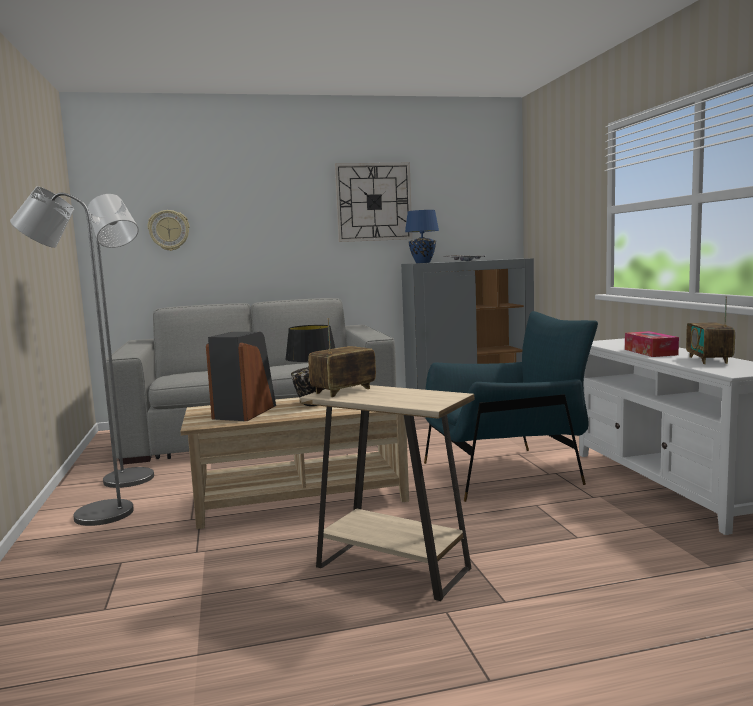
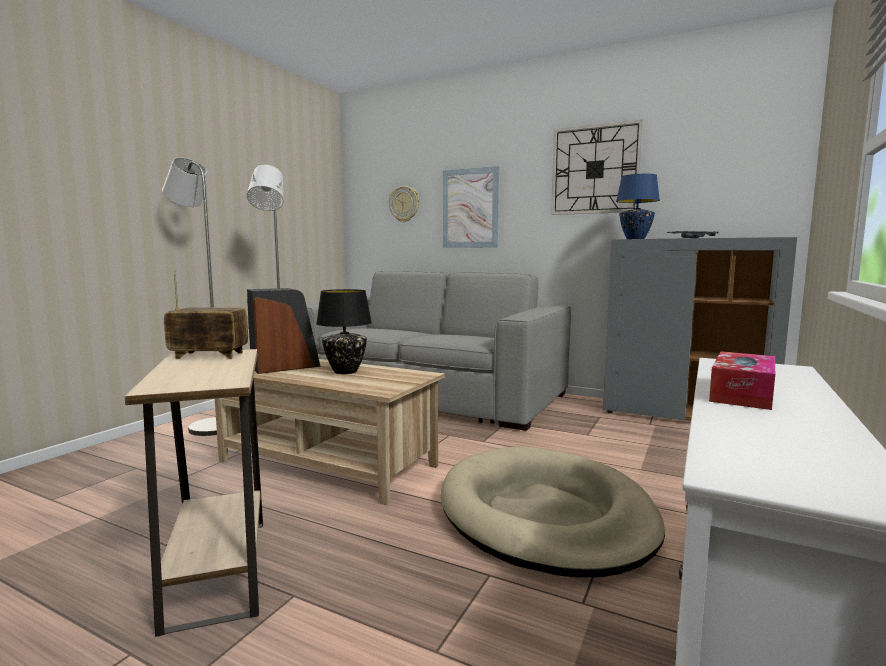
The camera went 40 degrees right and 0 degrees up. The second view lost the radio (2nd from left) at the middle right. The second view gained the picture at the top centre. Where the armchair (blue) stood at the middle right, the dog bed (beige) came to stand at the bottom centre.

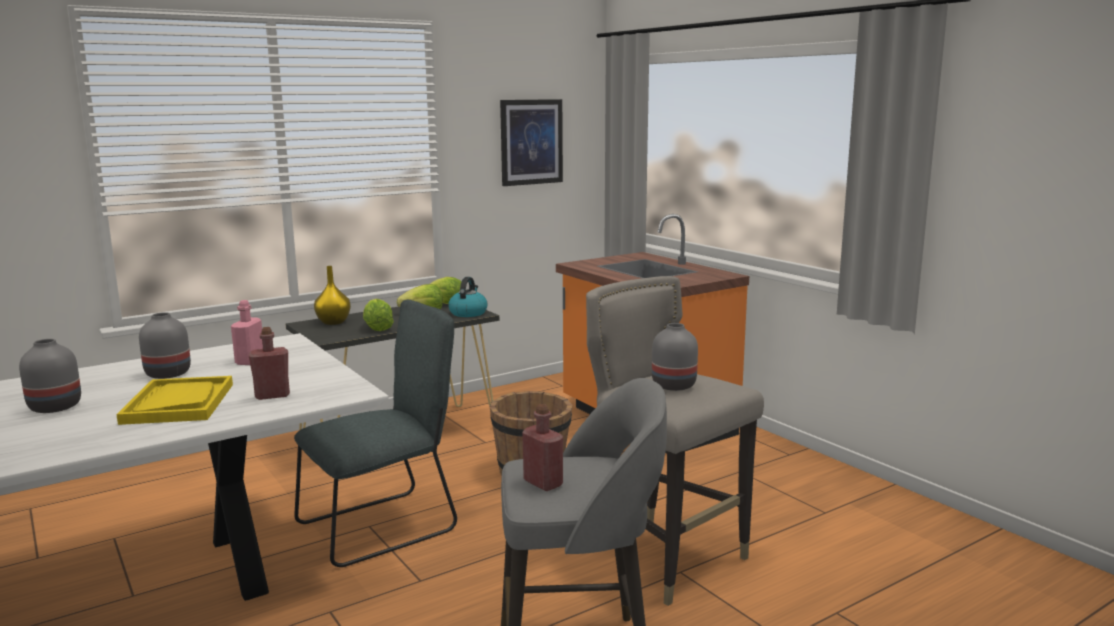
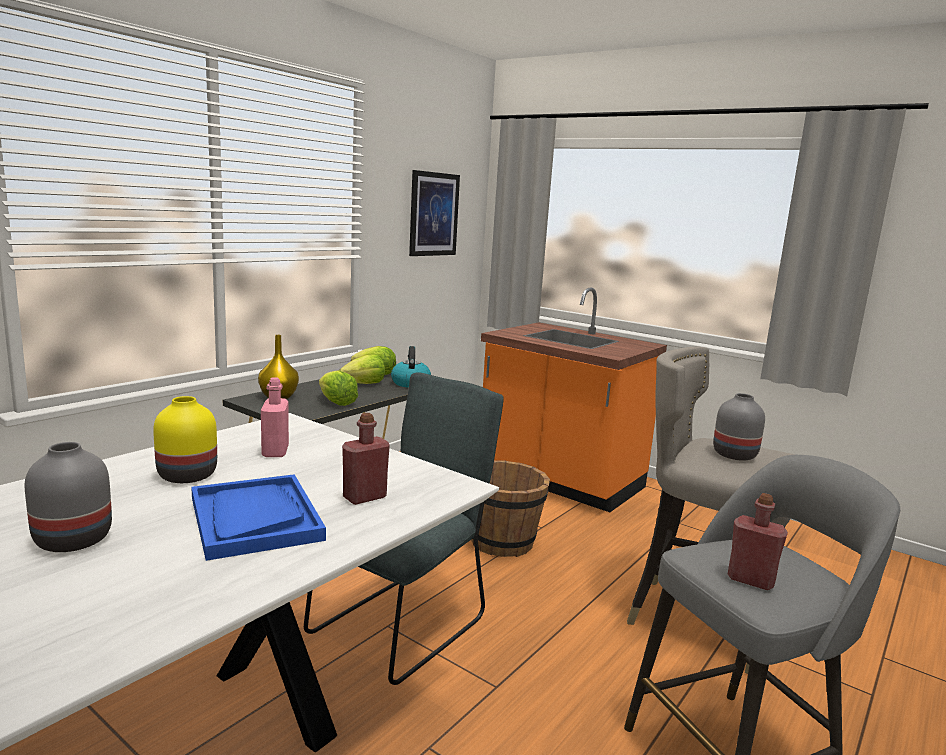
The camera went 20 degrees left and 0 degrees up. What was the tray (yellow) at the middle left turned into the tray (blue) at the bottom left. What was the vase (grey) (2nd from left) at the middle left turned into the vase (yellow) (1st from left) at the middle left.

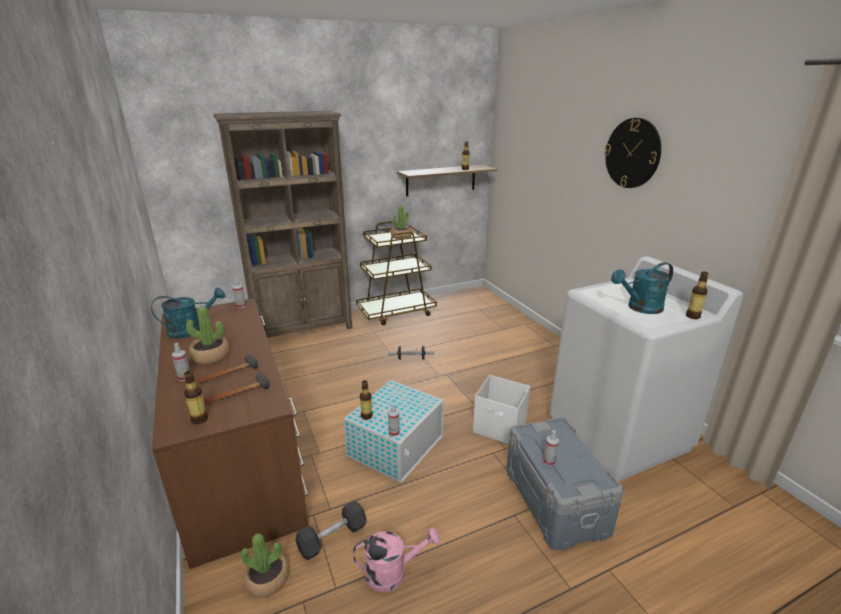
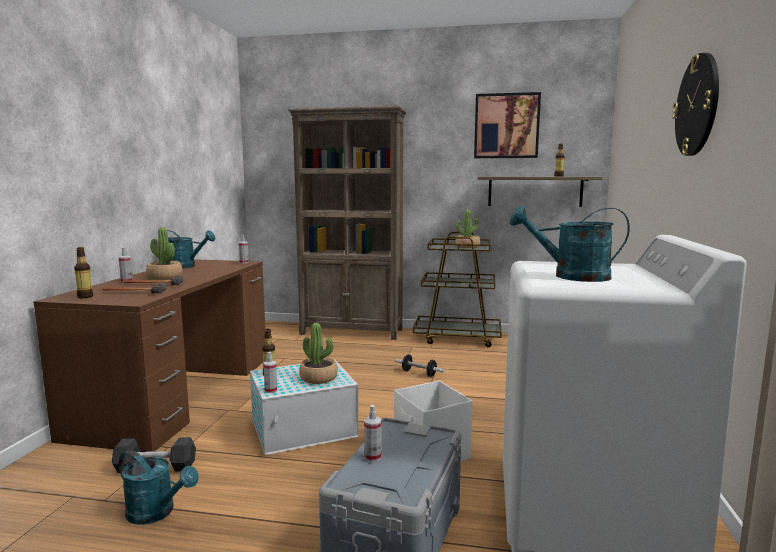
The camera went 35 degrees right and 15 degrees down. The second view lost the bottle (4th from left) at the middle right. The second view gained the picture at the top centre. The potted plant (2nd from left) ended up elsewhere, having gone from the bottom left to the centre. What was the watering can (pink) at the bottom centre turned into the watering can (turquoise) (1st from left) at the bottom left.

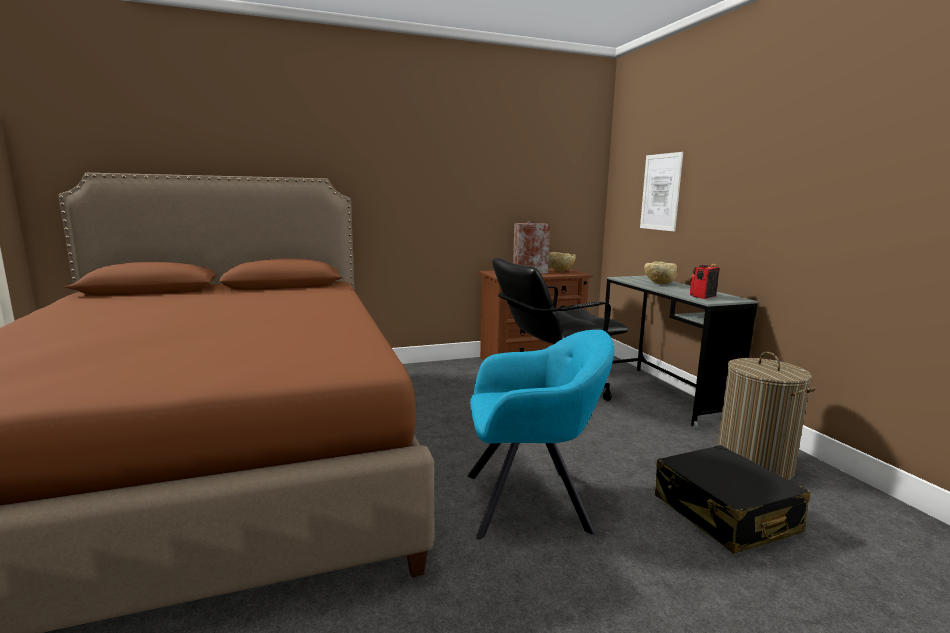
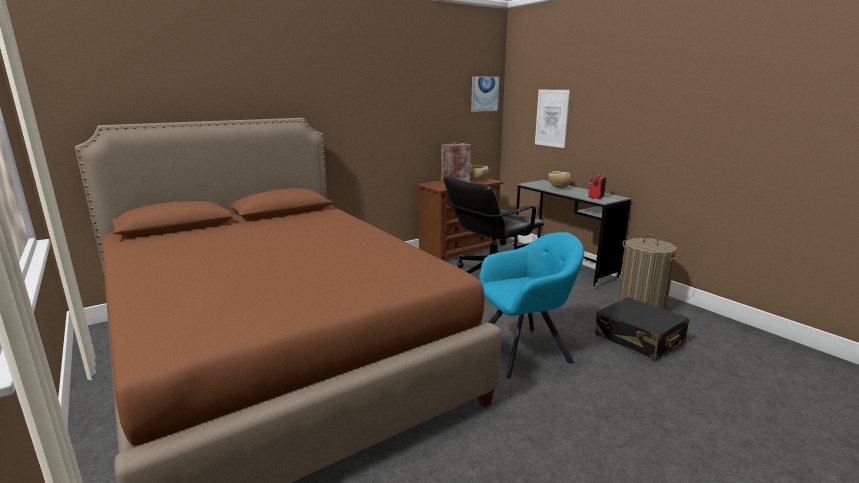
The camera went 15 degrees left and 5 degrees up. The second view gained the picture (1st from left) at the top centre.

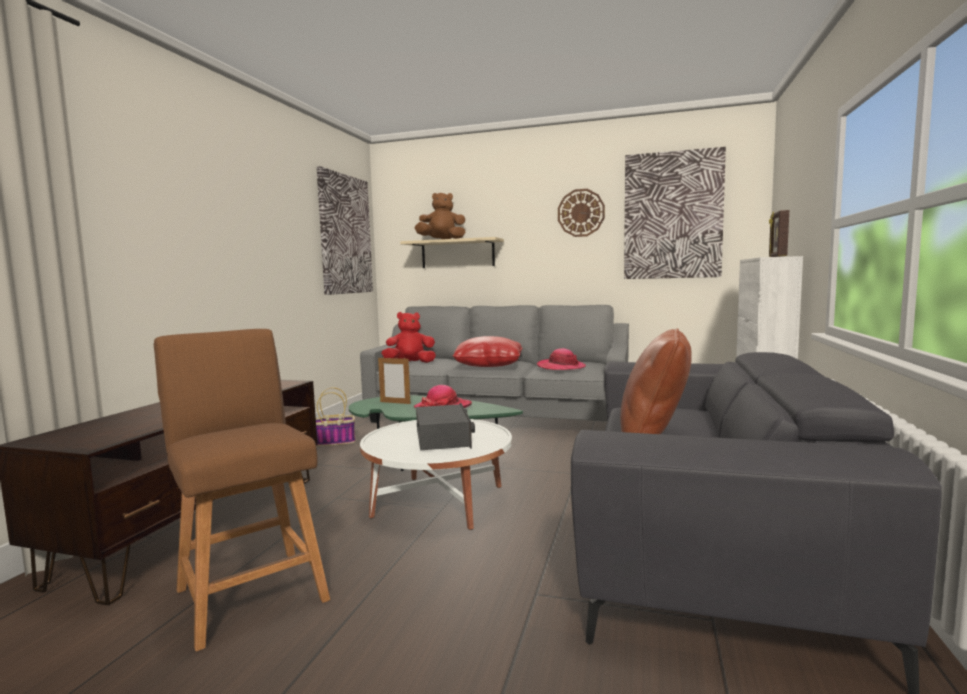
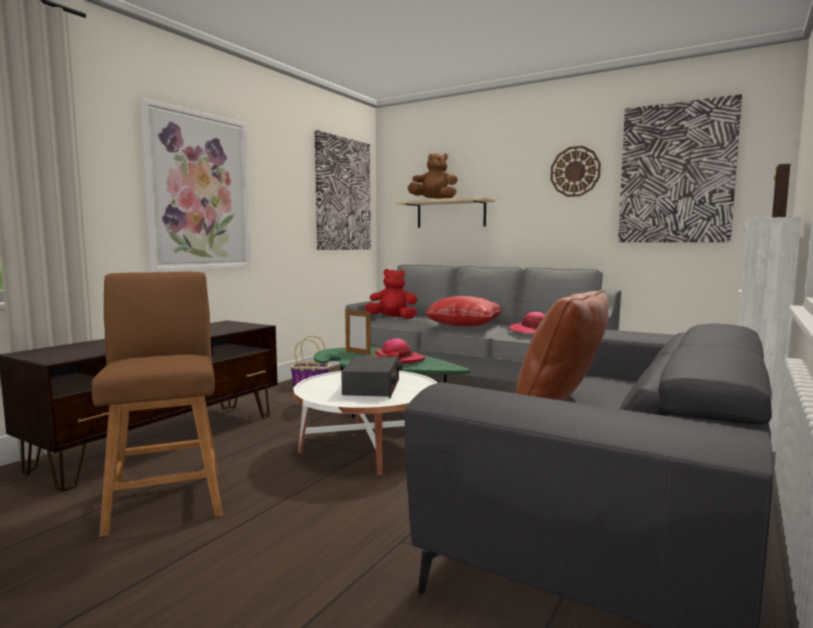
The camera went 15 degrees right and 0 degrees up. The second view gained the picture (1st from left) at the top left.

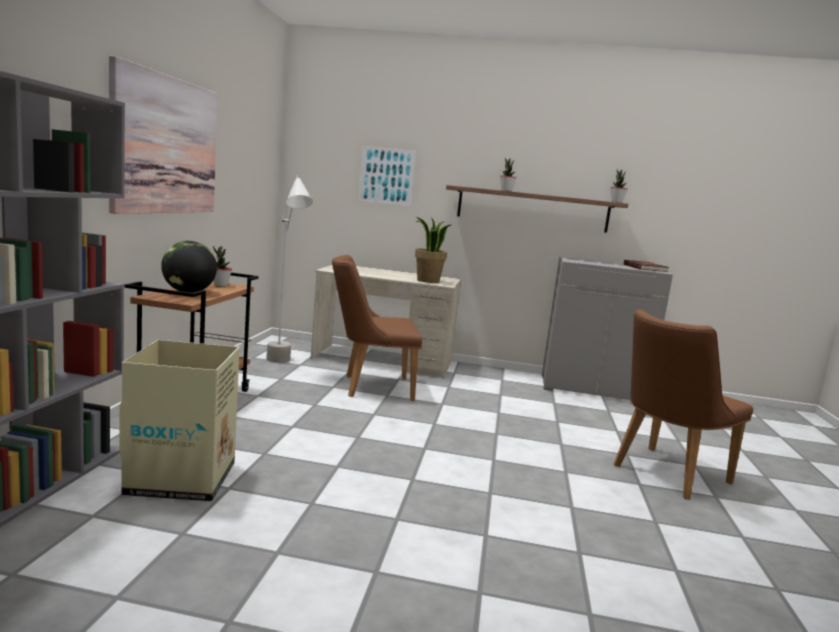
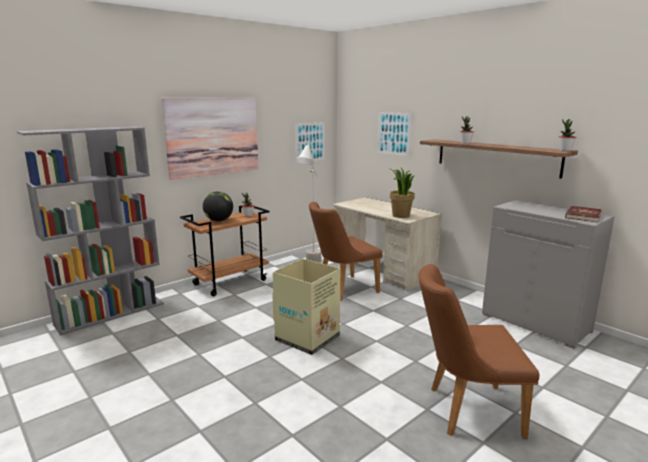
The camera went 40 degrees right and 5 degrees up. The second view gained the picture (2nd from left) at the top centre. The cardboard box ended up elsewhere, having gone from the middle left to the centre. The chair (brown) (1st from left) at the centre ended up facing another way, 60 degrees counterclockwise from before.

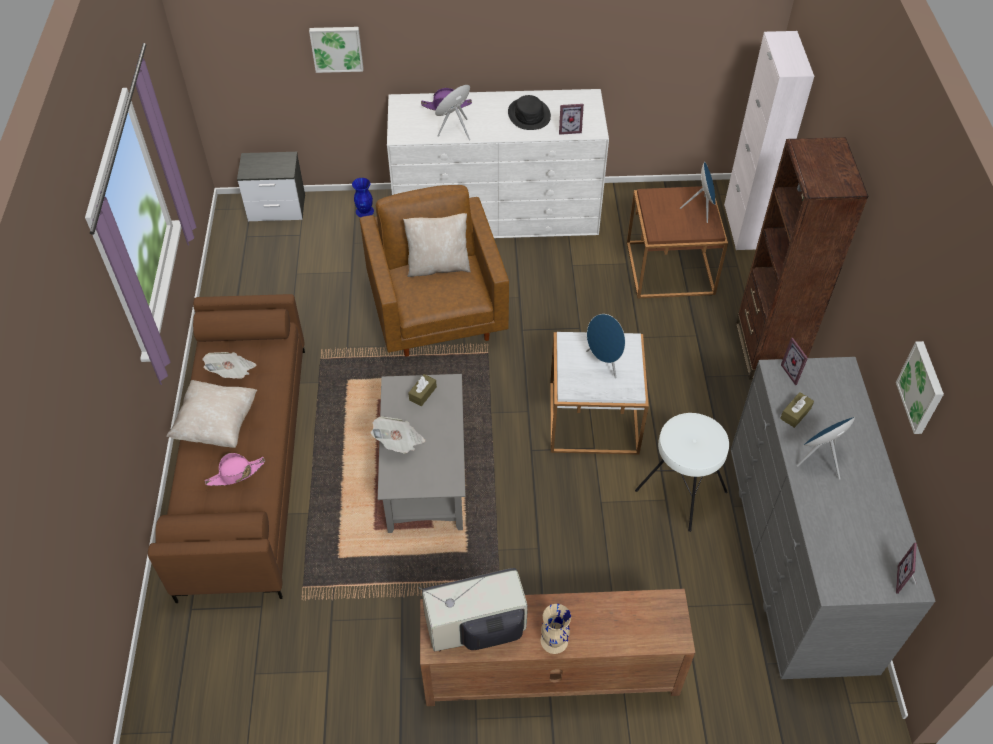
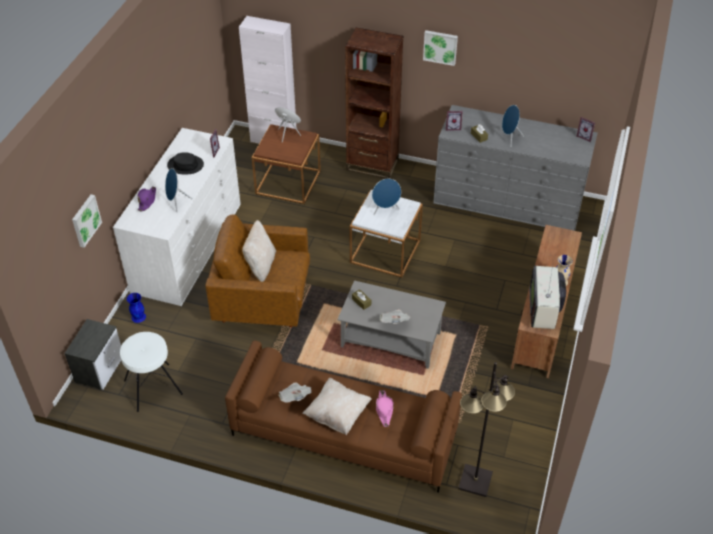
The camera went 70 degrees left and 5 degrees down. The second view gained the floor lamp (black) at the bottom right. The stool (white) ended up elsewhere, having gone from the middle right to the bottom left. The picture (2nd from left) ended up elsewhere, having gone from the middle right to the top centre.

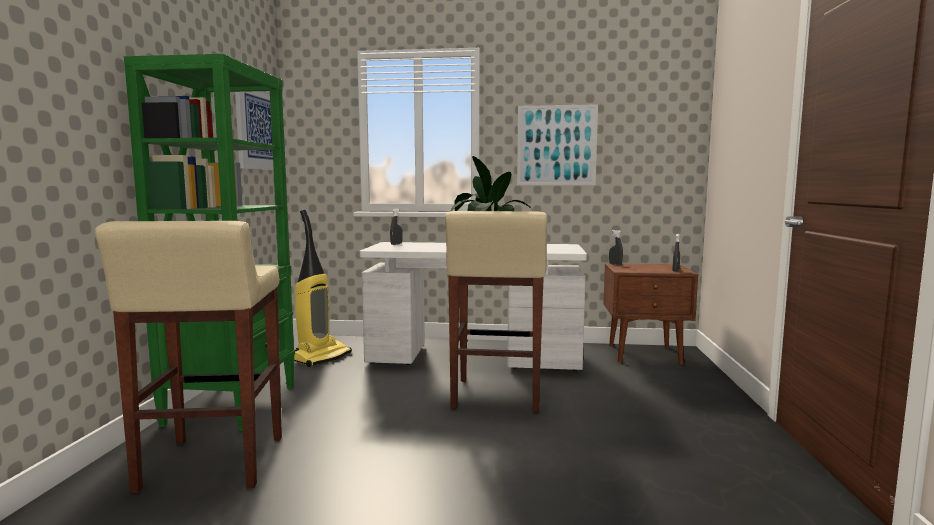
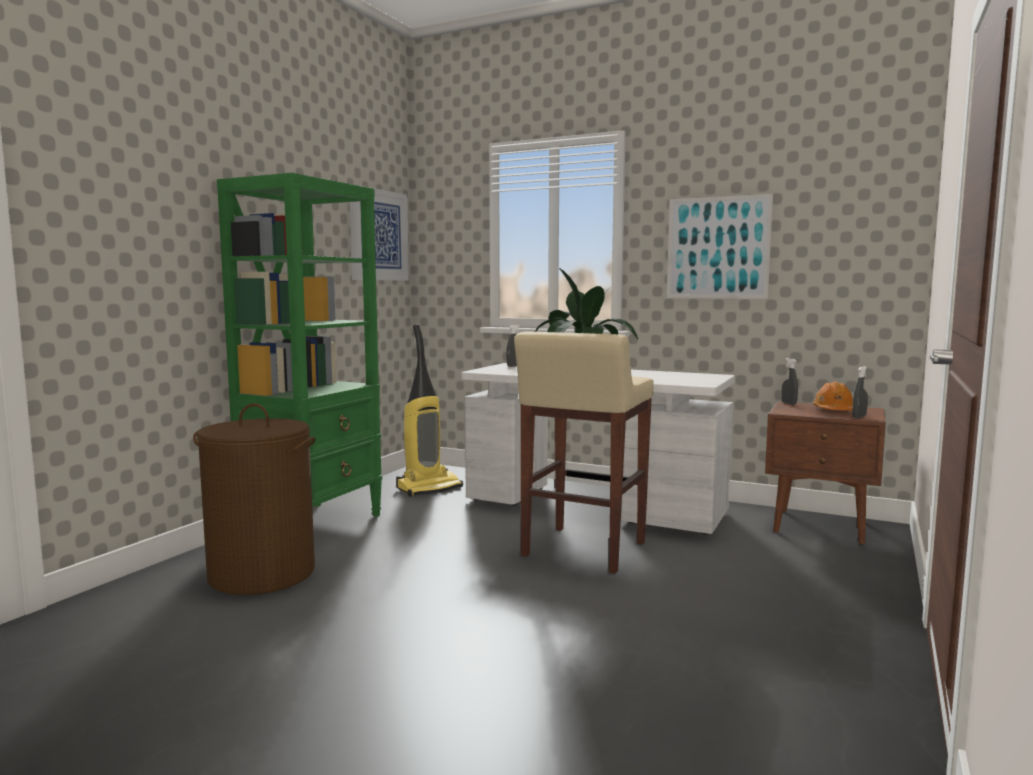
The camera went 20 degrees right and 0 degrees up. The second view gained the hard hat (orange) at the middle right. Where the stool (beige) (1st from left) stood at the bottom left, the laundry basket (brown) came to stand at the middle left.

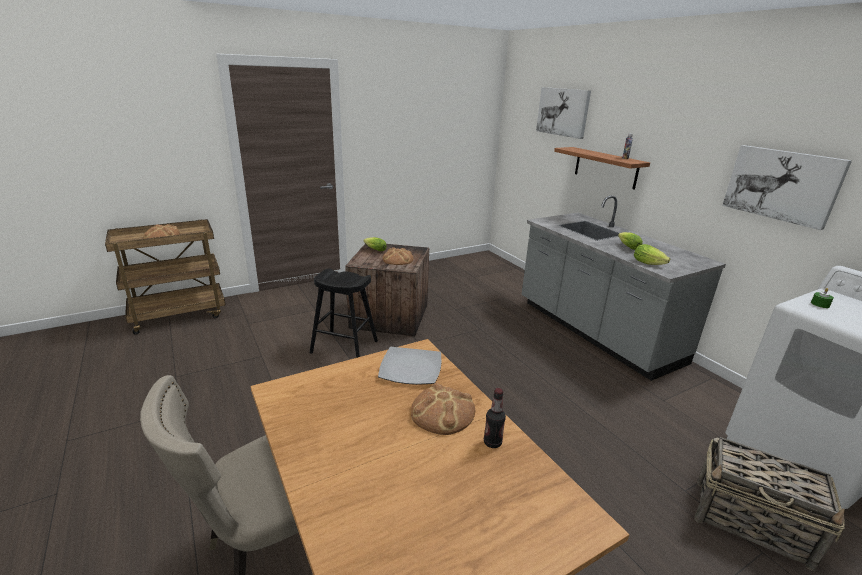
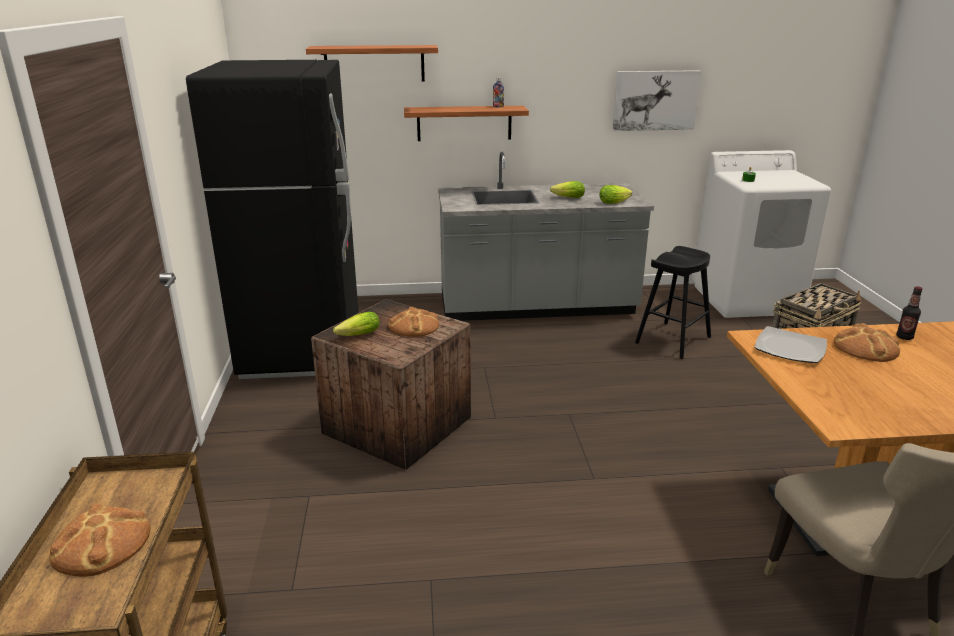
The camera went 65 degrees left and 0 degrees up. The second view gained the fridge (black) at the middle left. The stool (black) ended up elsewhere, having gone from the centre to the middle right. Where the picture (1st from left) hung at the top centre, the shelf (1st from left) came to hang at the top centre.

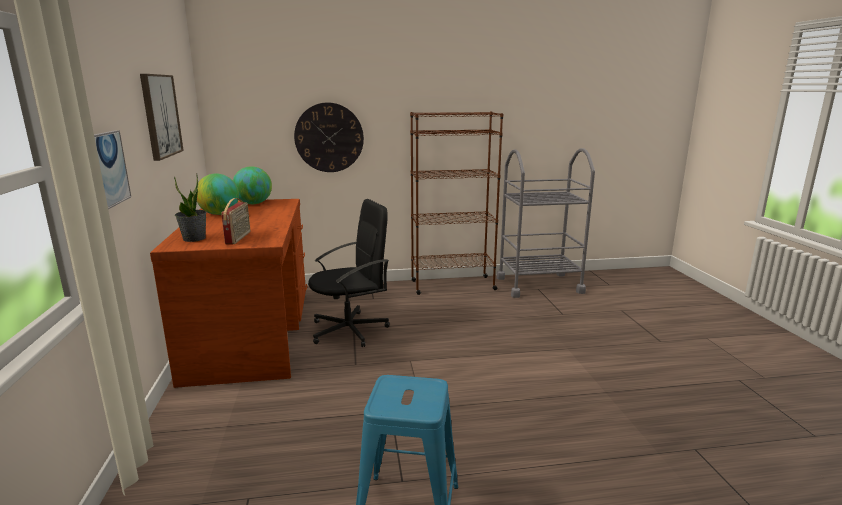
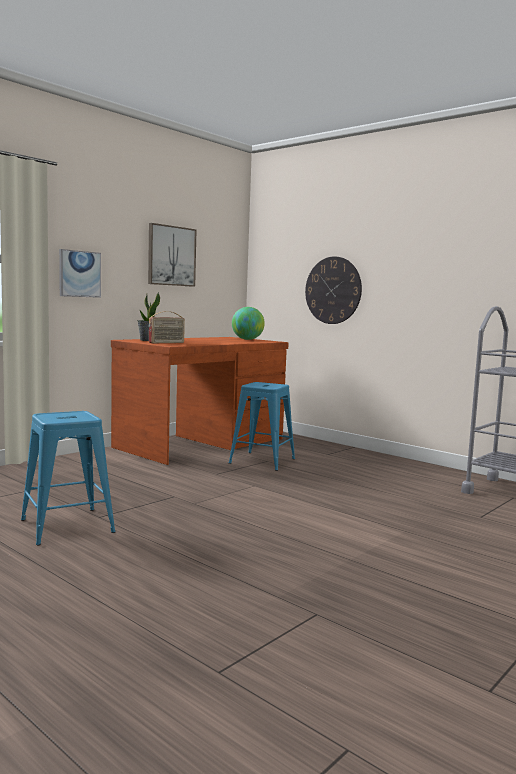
The camera went 50 degrees right and 10 degrees down. The second view lost the globe (1st from left) at the middle left. The second view lost the bookcase (brown) at the centre. Where the office chair (black) stood at the centre, the stool (blue) (2nd from left) came to stand at the centre.

